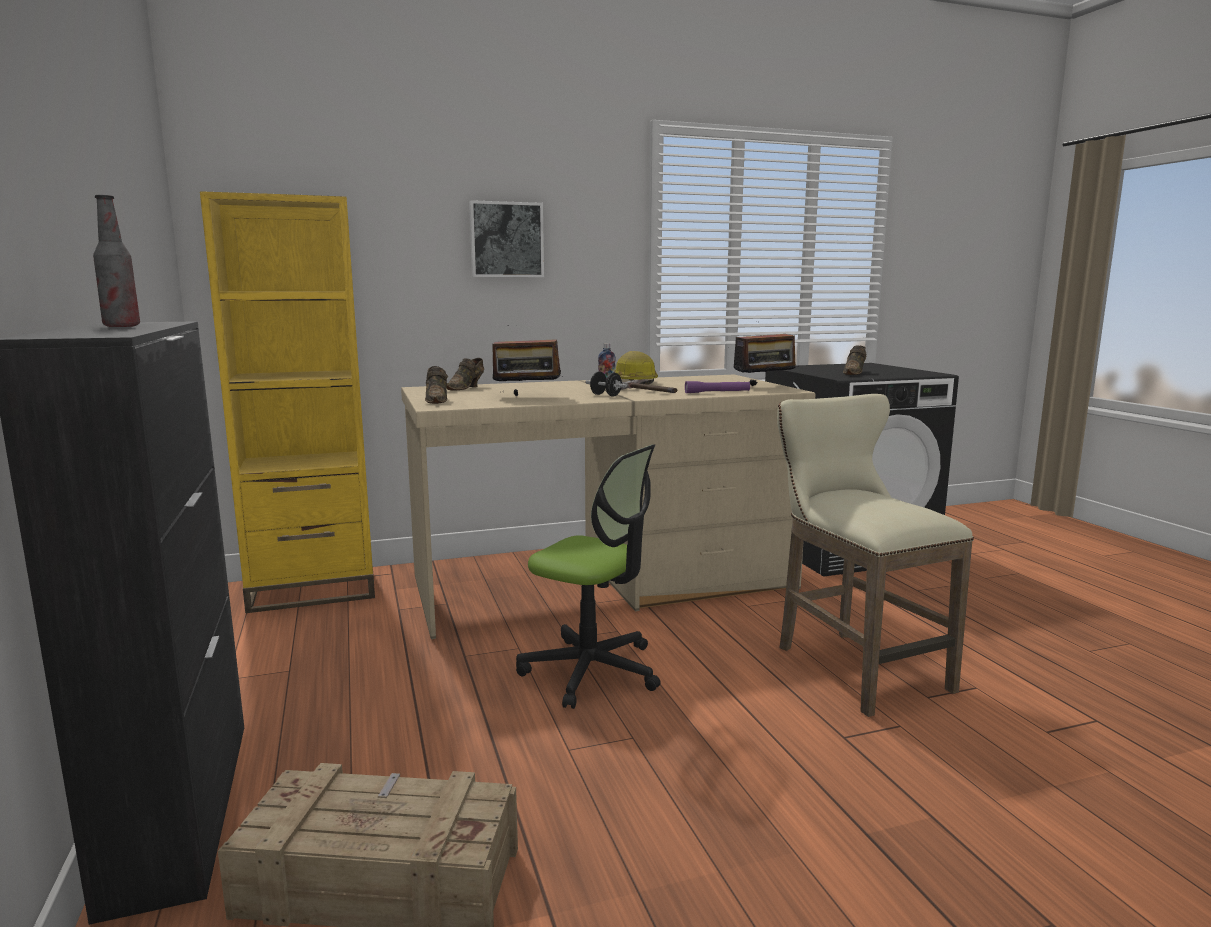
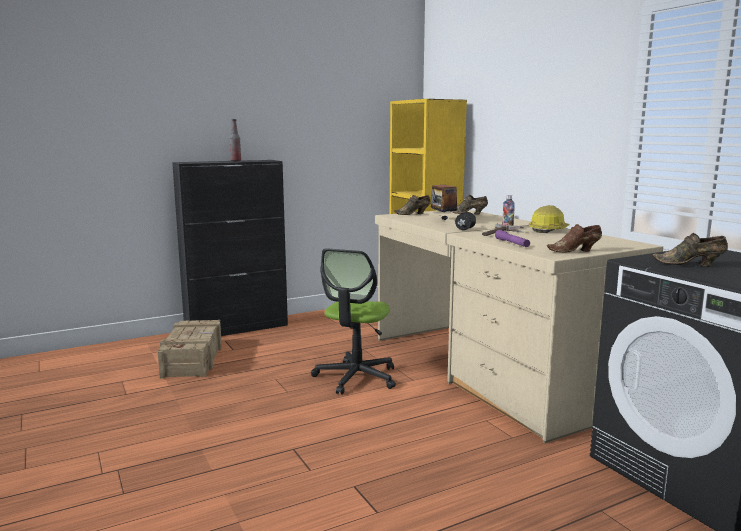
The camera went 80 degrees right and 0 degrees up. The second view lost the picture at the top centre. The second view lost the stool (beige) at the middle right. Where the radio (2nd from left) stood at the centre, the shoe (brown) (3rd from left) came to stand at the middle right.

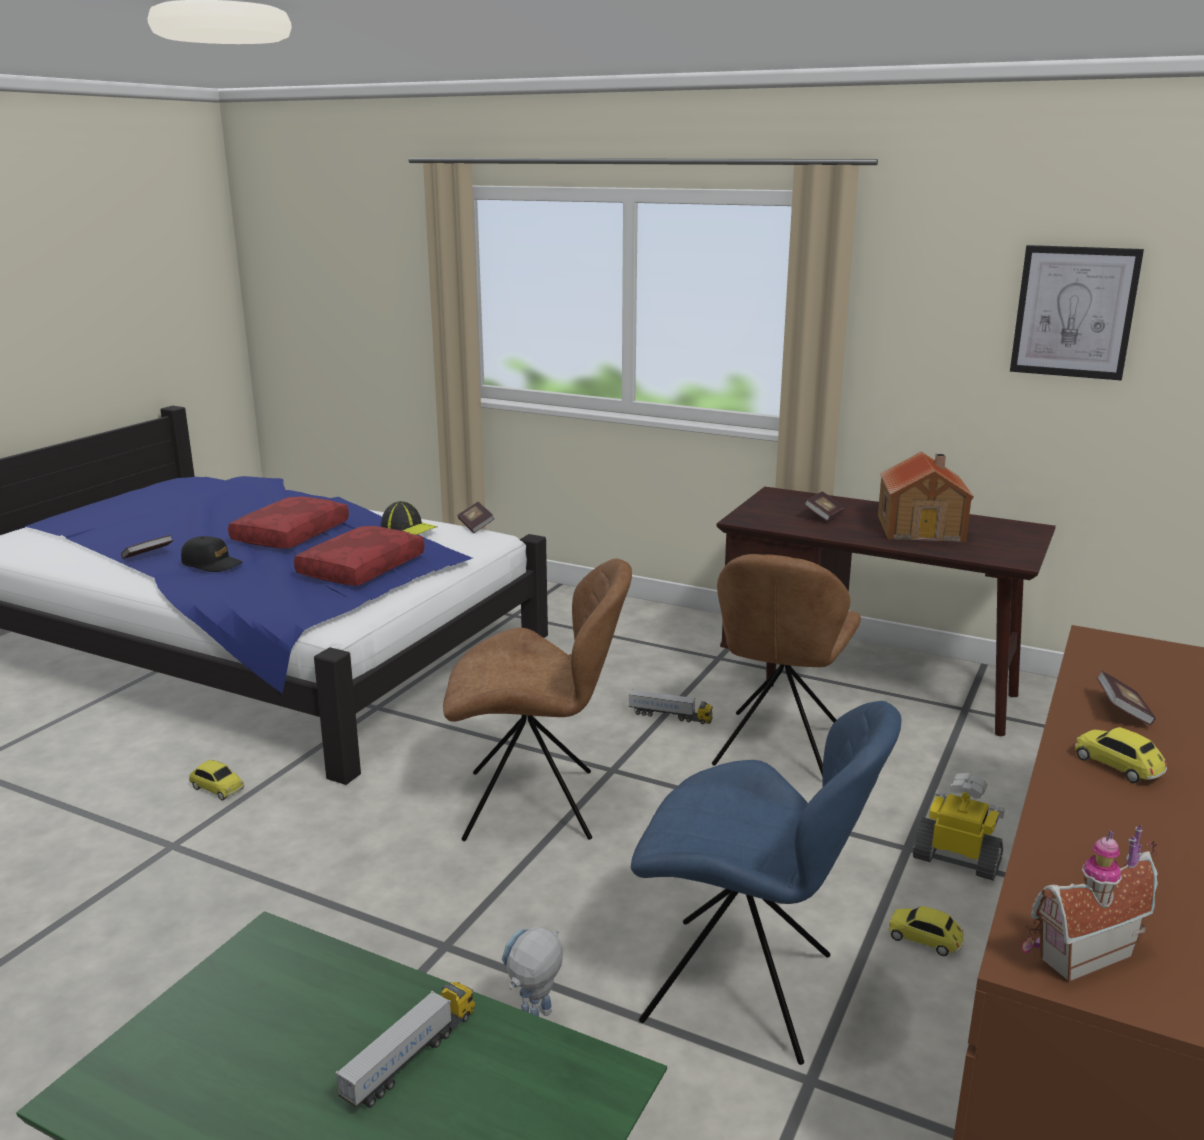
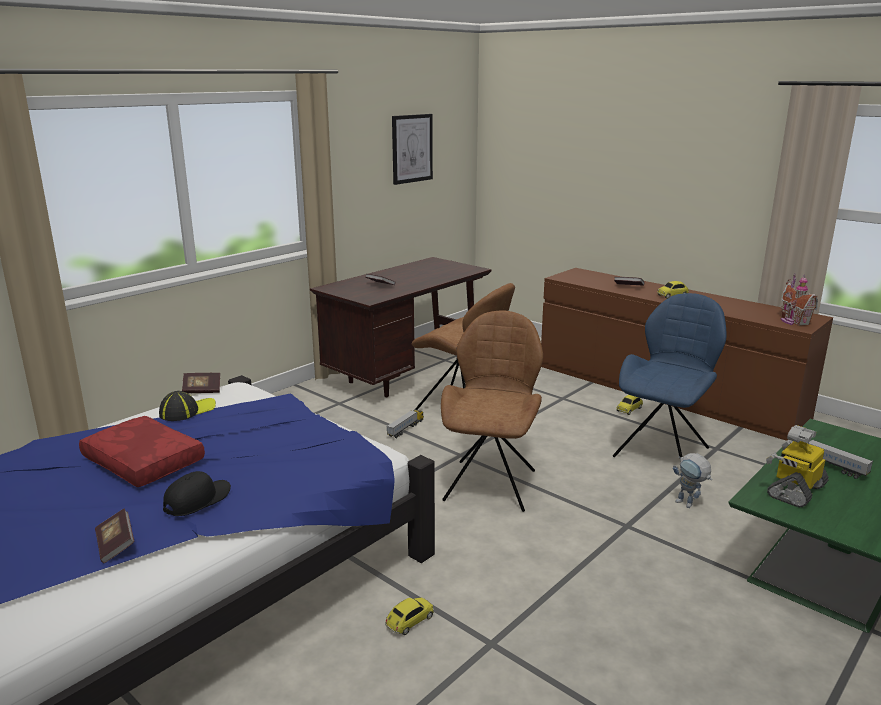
The camera went 75 degrees left and 0 degrees up. The second view lost the pillow (red) (2nd from left) at the middle left. The second view lost the toy house (1st from left) at the middle right. The toy robot (2nd from left) ended up elsewhere, having gone from the bottom right to the middle right.

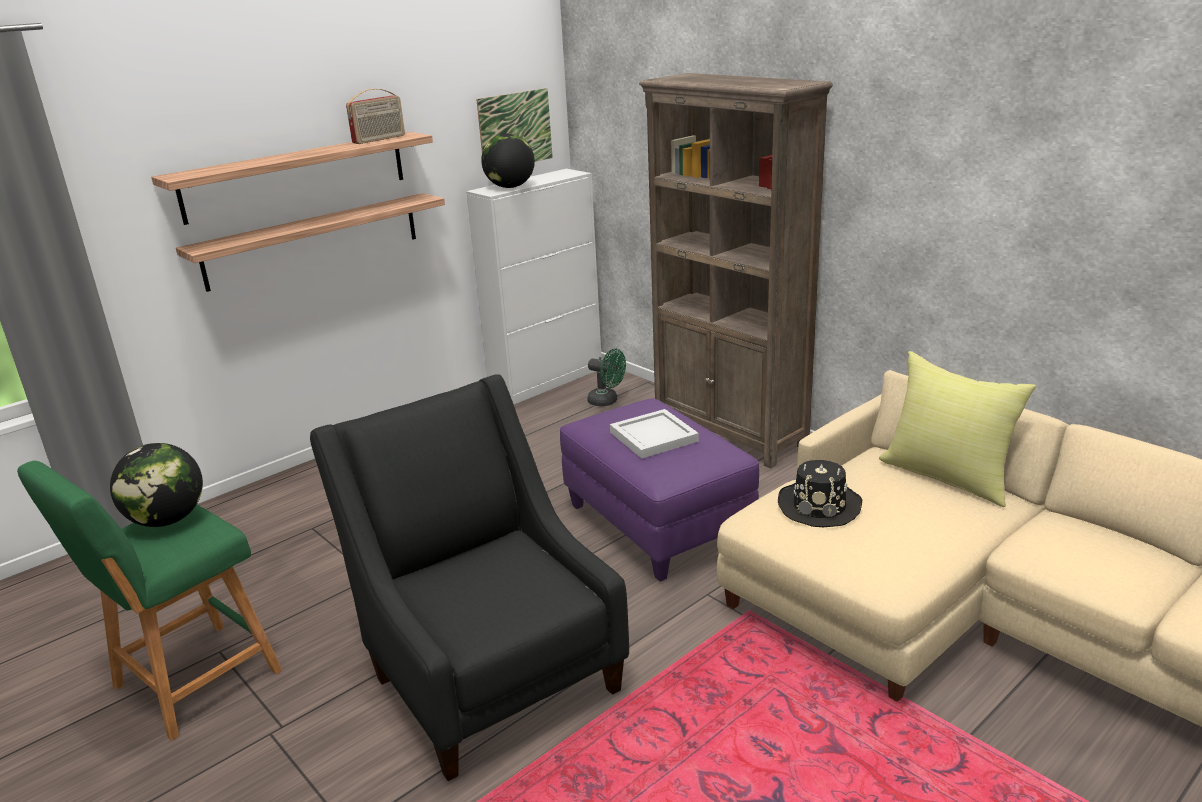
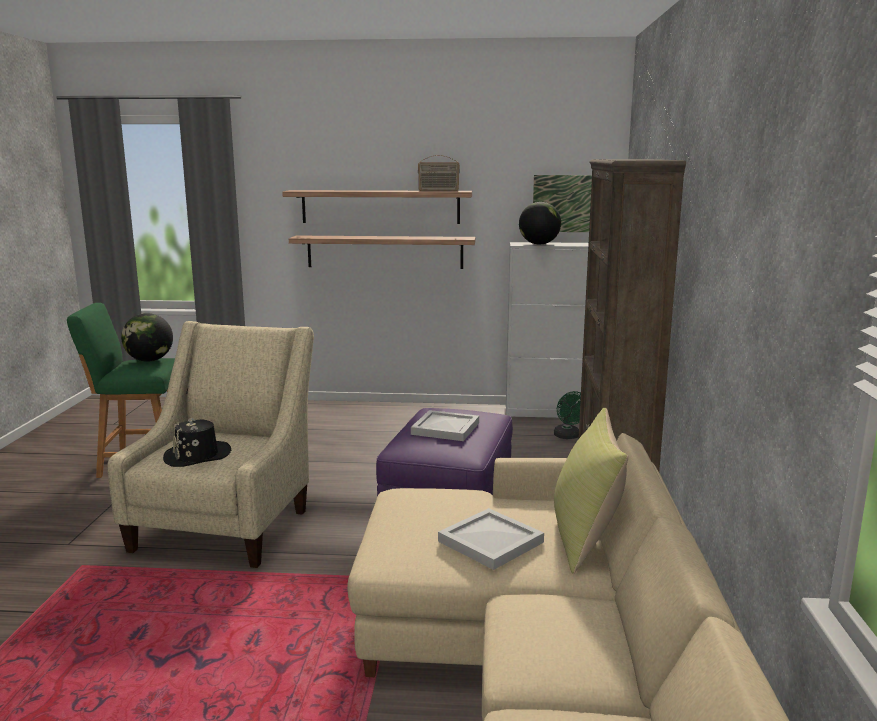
The camera went 45 degrees right and 10 degrees down. The second view gained the tray (white) (2nd from left) at the bottom centre. The hat (black) ended up elsewhere, having gone from the middle right to the middle left. What was the armchair (black) at the bottom centre turned into the armchair (beige) at the middle left.

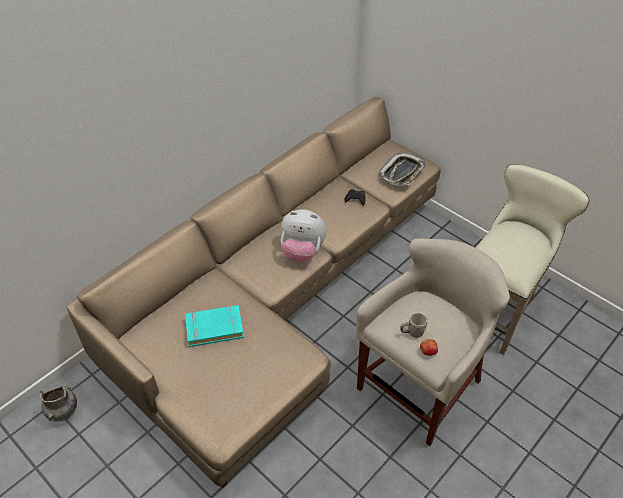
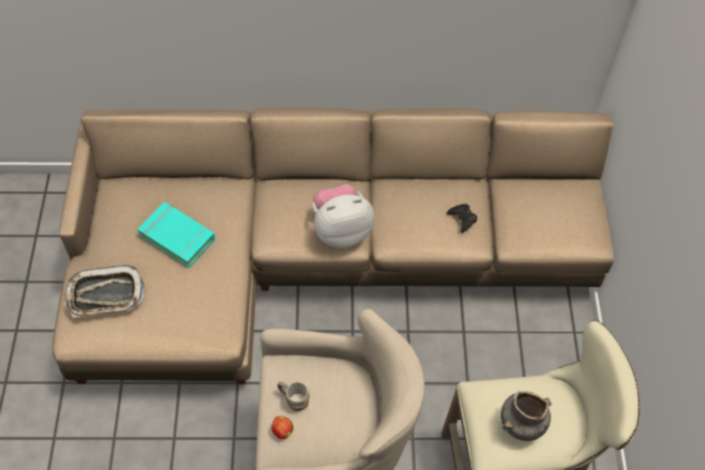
The camera went 45 degrees right and 10 degrees up. The vase (grey) ended up elsewhere, having gone from the bottom left to the bottom right. The tray ended up elsewhere, having gone from the centre to the middle left. The plush toy at the centre ended up facing another way, 105 degrees clockwise from before.

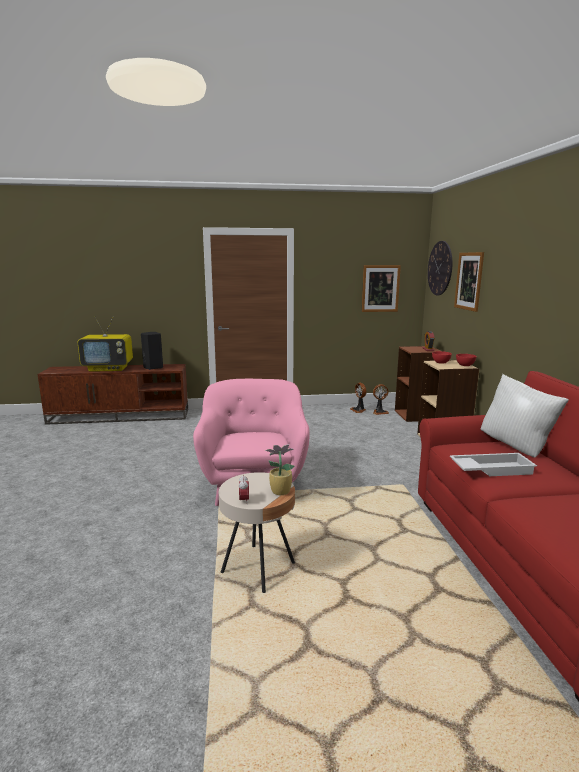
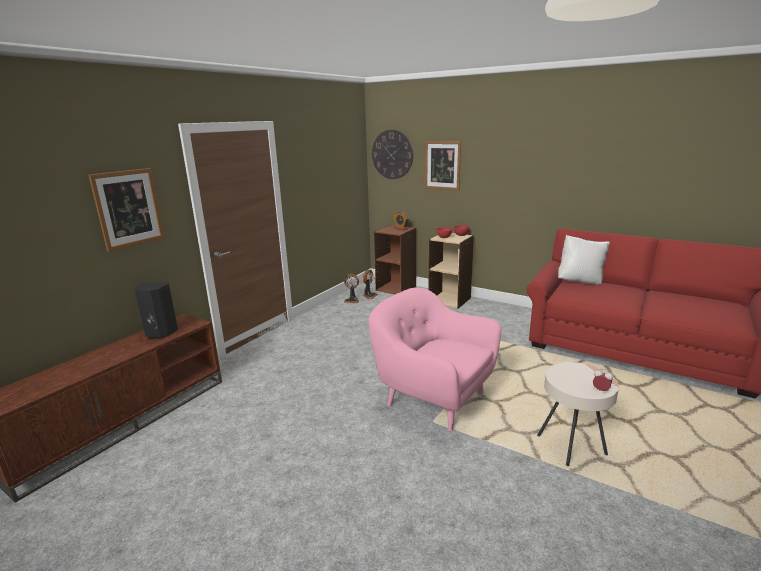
The camera went 50 degrees left and 5 degrees up. The second view lost the television at the middle left. The second view lost the potted plant at the centre. The second view lost the tray (white) at the middle right. The picture (1st from left) ended up elsewhere, having gone from the centre to the middle left.

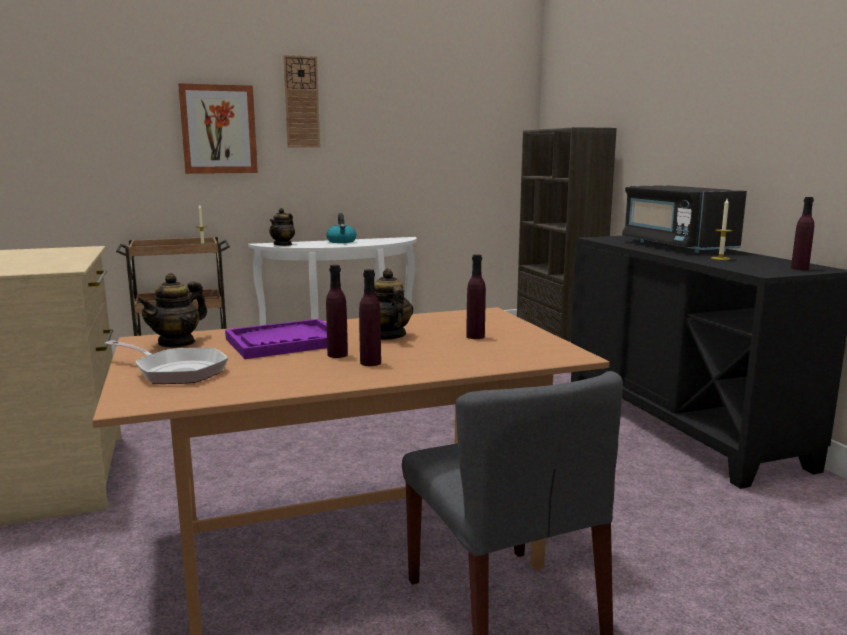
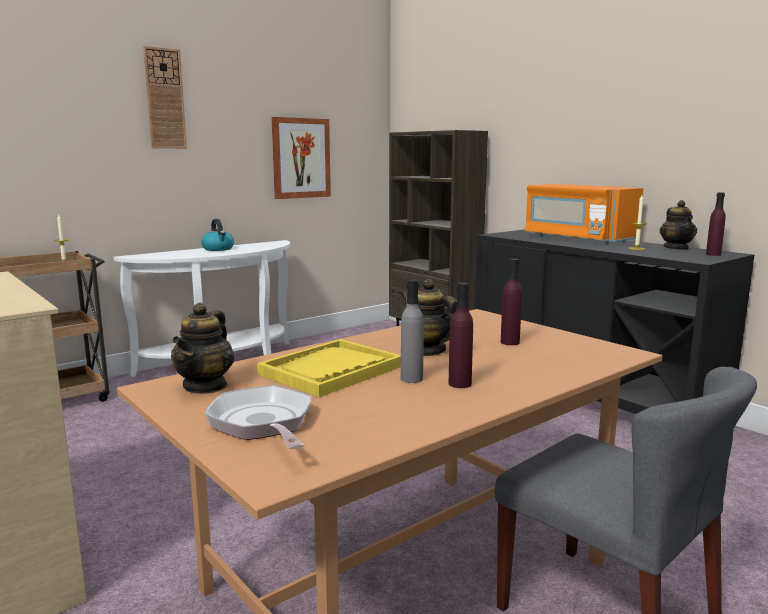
The camera went 20 degrees left and 0 degrees up. The picture ended up elsewhere, having gone from the top left to the top centre. The teapot (2nd from left in the first image) ended up elsewhere, having gone from the middle left to the middle right. What was the tray (purple) at the middle left turned into the tray (yellow) at the centre. What was the bottle (purple) (1st from left) at the centre turned into the bottle (grey) at the centre. What was the microwave (black) at the middle right turned into the microwave (orange) at the middle right. The frying pan at the middle left ended up facing another way, 120 degrees counterclockwise from before.

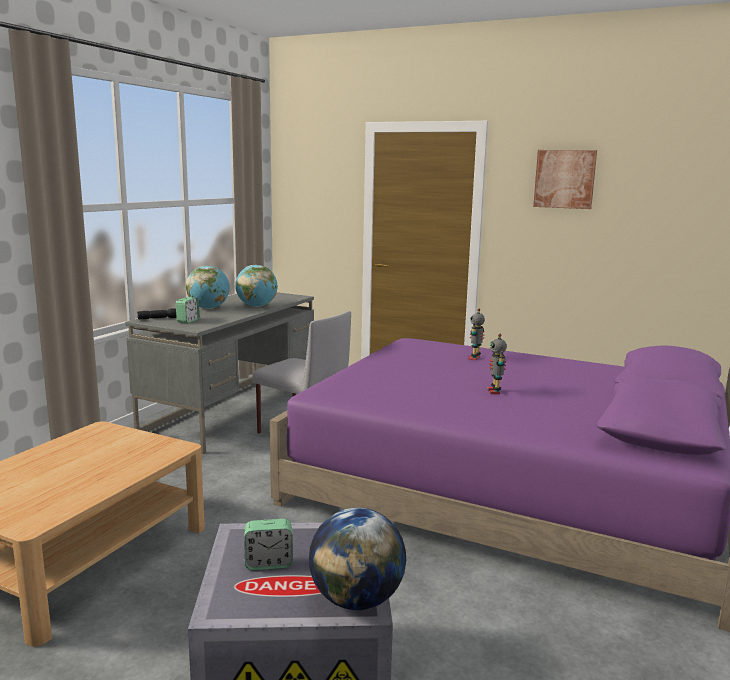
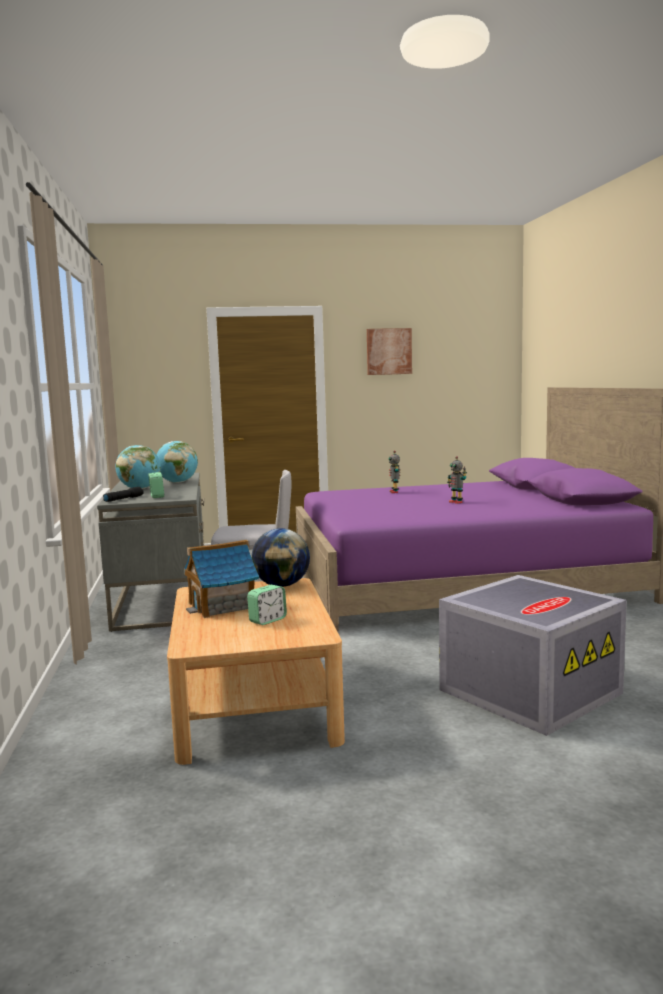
The camera went 35 degrees left and 5 degrees down. The second view gained the toy house at the centre. The alarm clock (2nd from left) ended up elsewhere, having gone from the bottom centre to the centre. The globe (3rd from left) ended up elsewhere, having gone from the bottom centre to the centre.

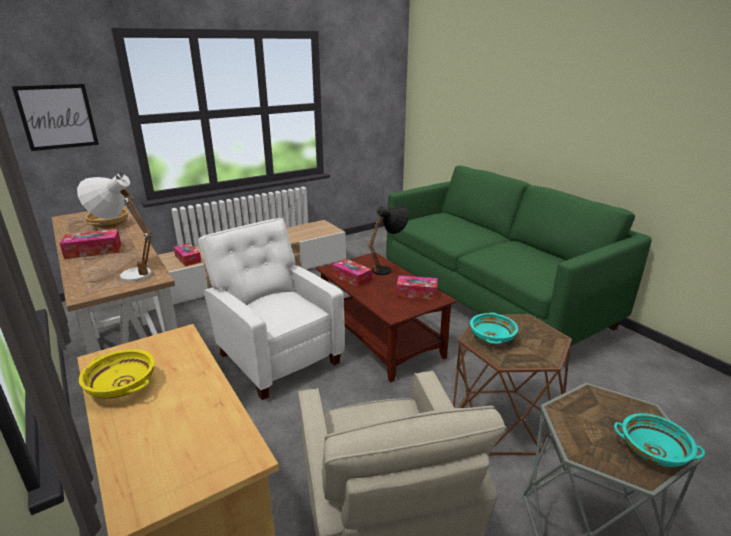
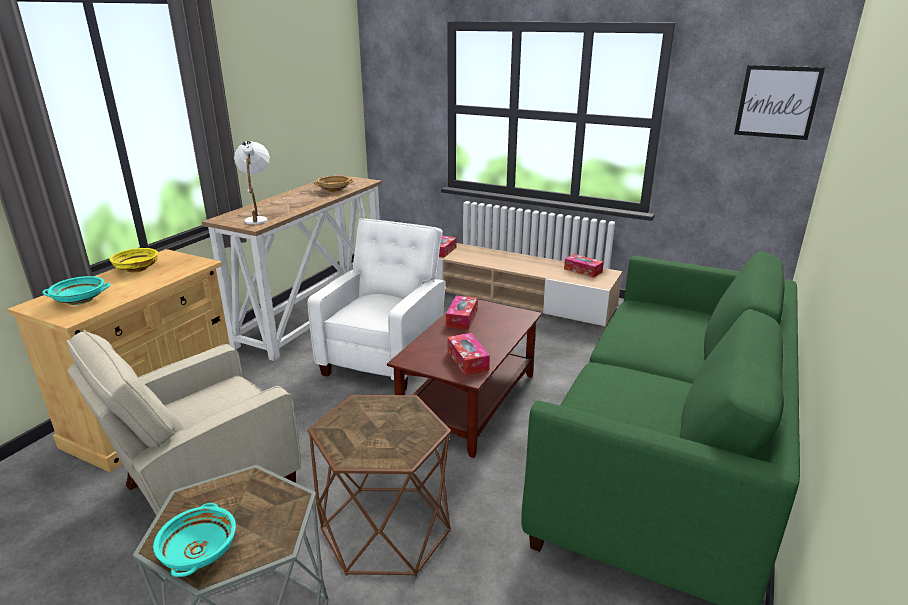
The camera went 60 degrees right and 0 degrees up. The second view lost the table lamp (black) at the centre. The picture ended up elsewhere, having gone from the top left to the top right. The tissue box (1st from left in the first image) ended up elsewhere, having gone from the middle left to the centre. The bowl (turquoise) (1st from left) ended up elsewhere, having gone from the middle right to the middle left.

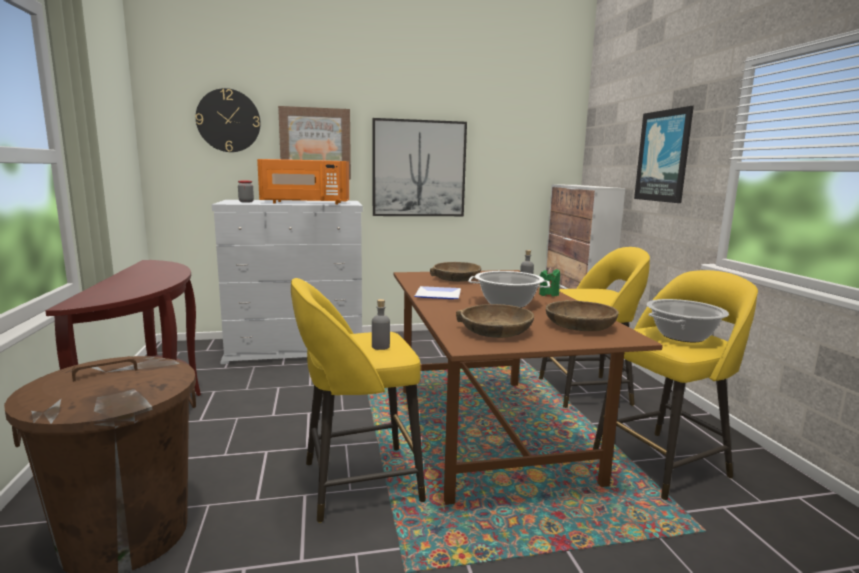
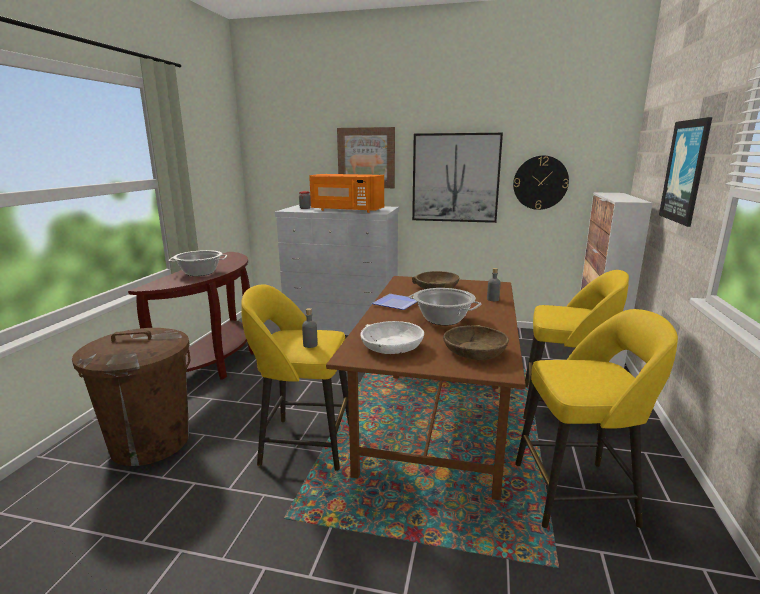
The camera went 25 degrees right and 5 degrees up. The second view lost the candle (green) at the centre. The wall clock ended up elsewhere, having gone from the top left to the top right. The cooking pot (2nd from left in the first image) ended up elsewhere, having gone from the middle right to the middle left. What was the bowl (brown) (2nd from left) at the centre turned into the bowl (white) at the centre.

